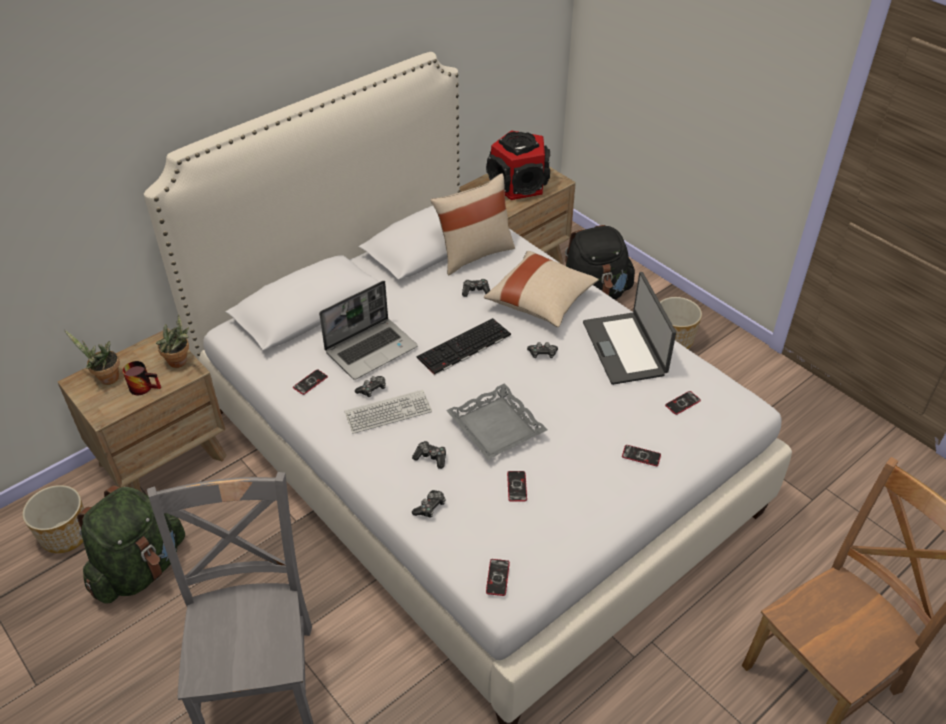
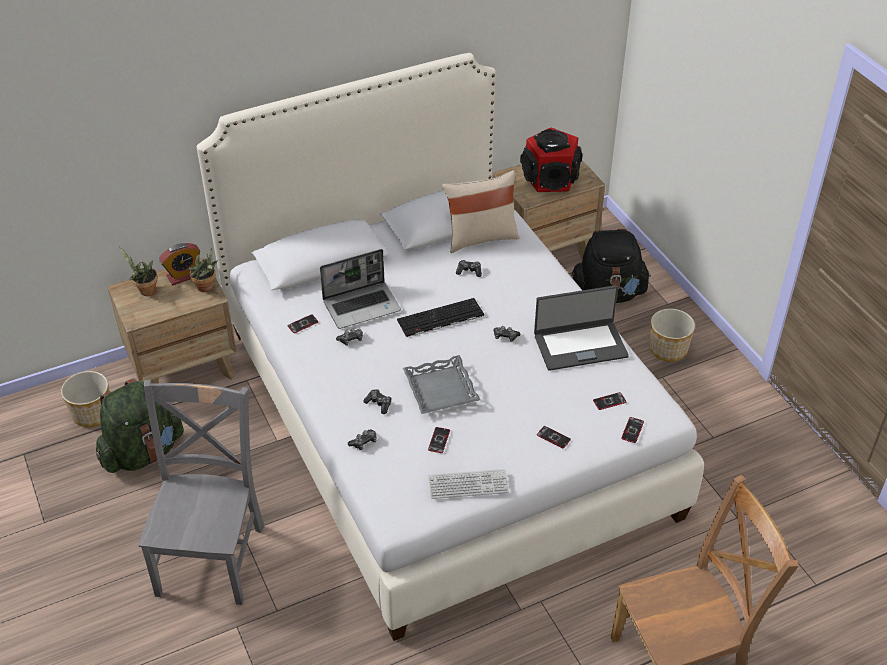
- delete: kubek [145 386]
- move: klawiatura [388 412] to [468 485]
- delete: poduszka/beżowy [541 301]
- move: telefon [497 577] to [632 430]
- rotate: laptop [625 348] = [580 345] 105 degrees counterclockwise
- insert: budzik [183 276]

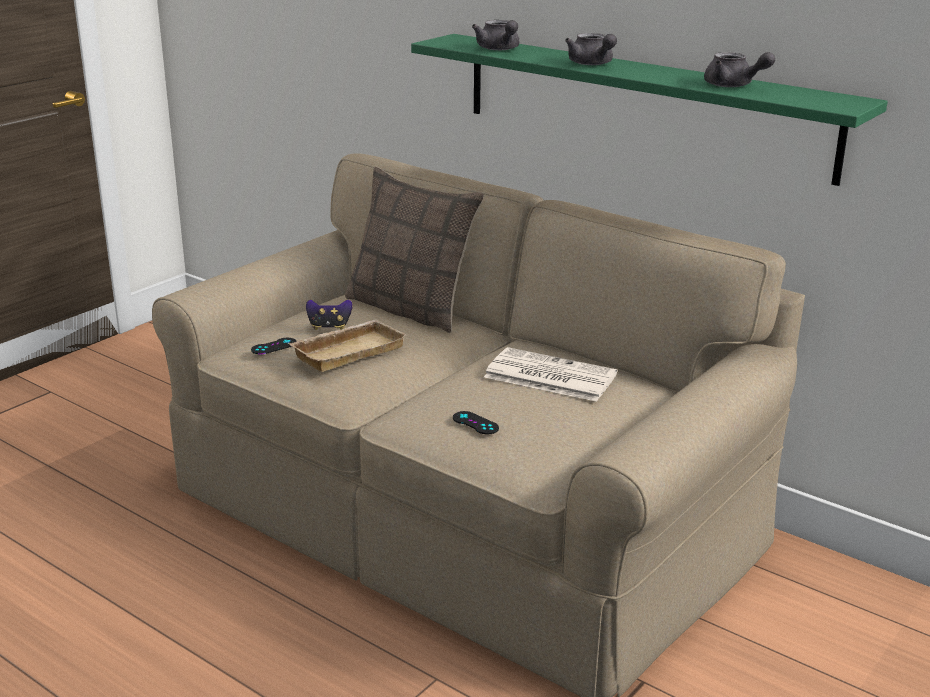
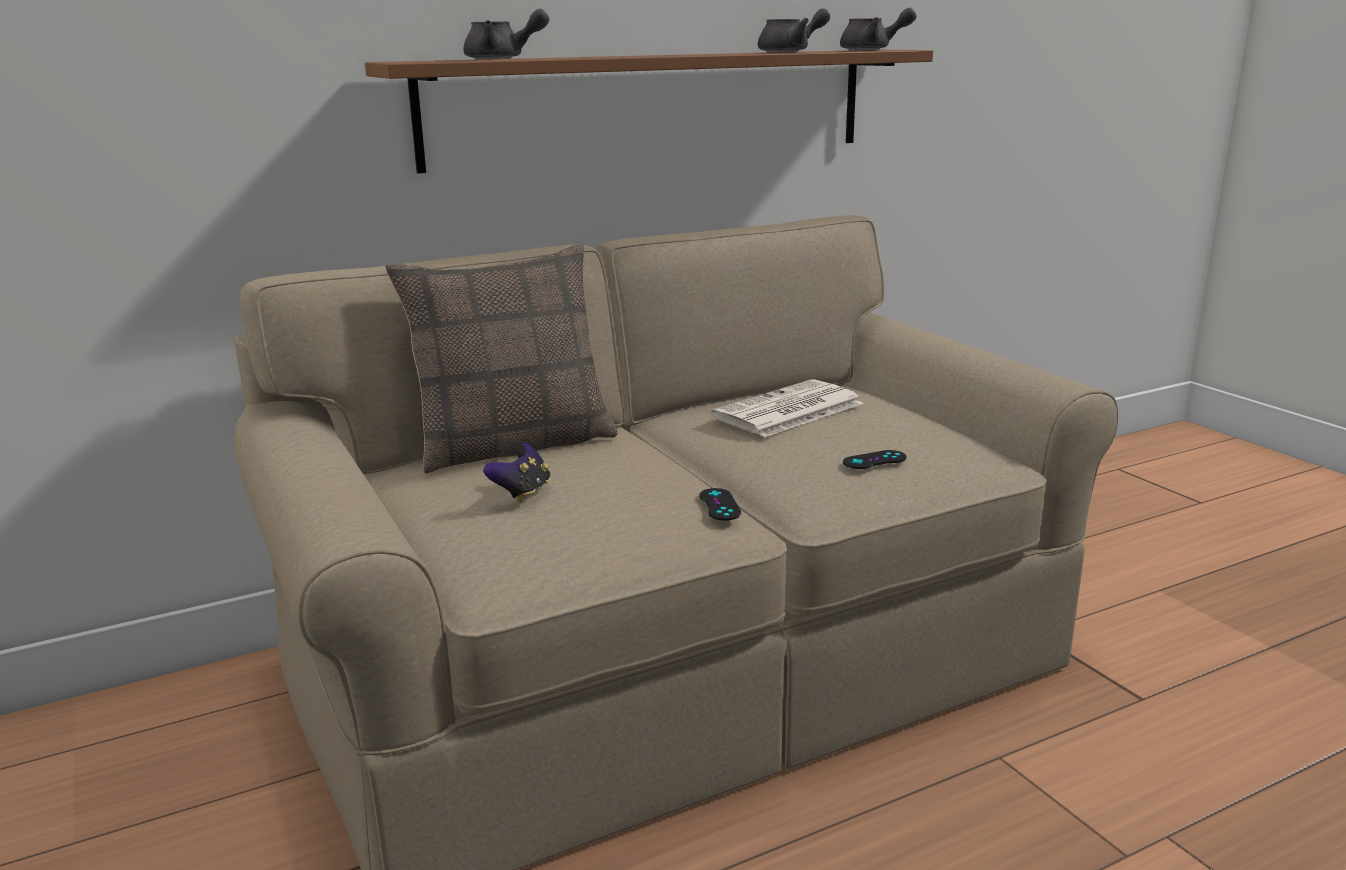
- move: pad do gier/czarny [274 346] to [719 505]
- delete: taca/beżowy [348 351]
- recolor: półka/zielony [642 104] to półka/brązowy [654 106]
- move: imbryk/szary [592 64] to [872 49]

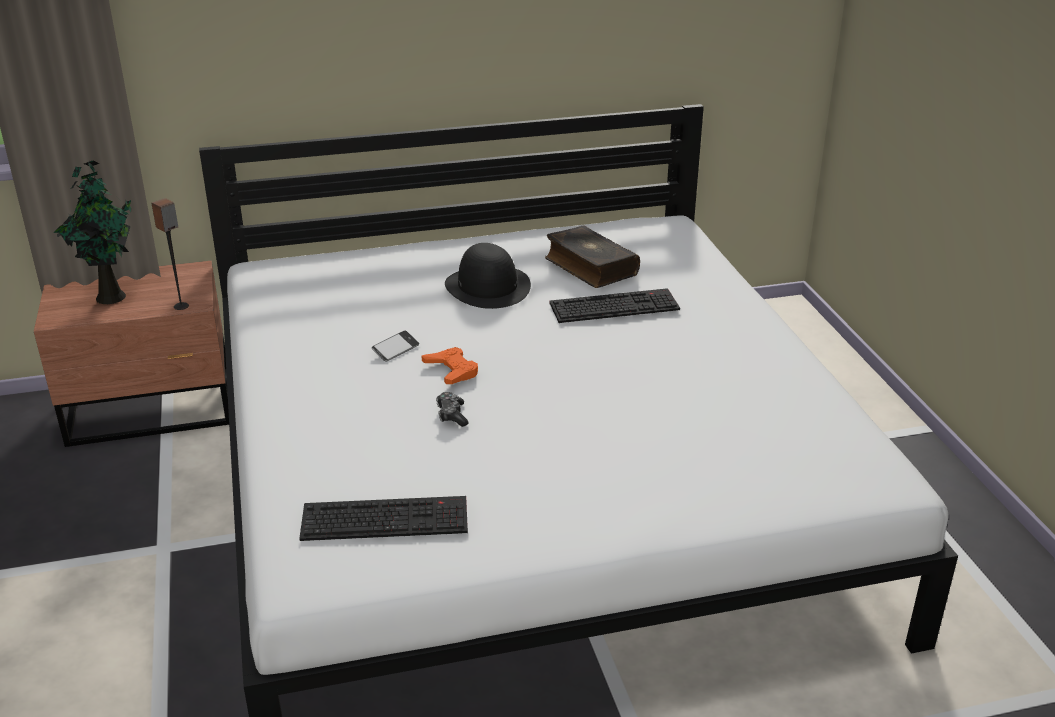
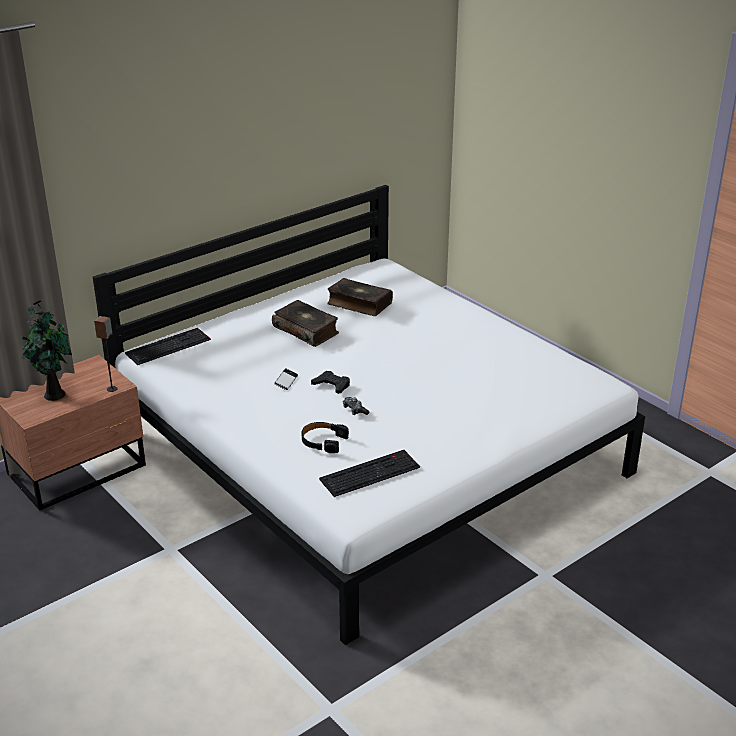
- recolor: pad do gier/pomarańczowy [451 370] to pad do gier/czarny [332 385]
- replace: kapelusz/czarny [488 287] to książka [306 330]
- move: klawiatura [615 306] to [168 346]
- insert: słuchawki/czarny [323 441]

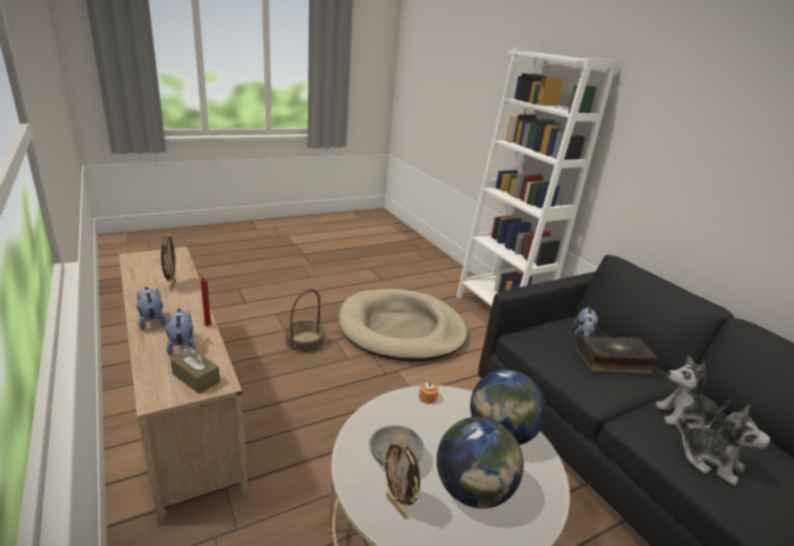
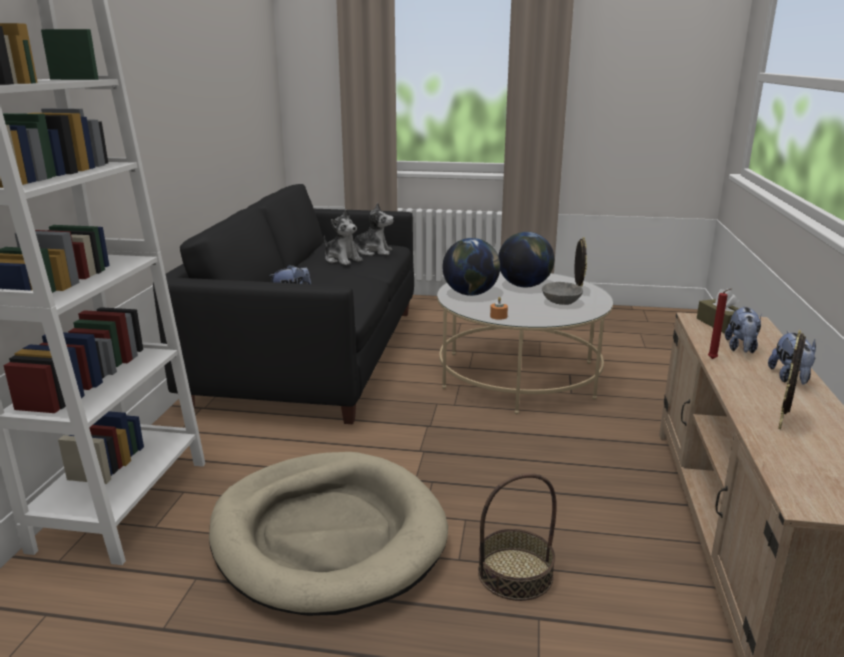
- delete: książka [613 361]
- rotate: pluszak [709 460] = [373 252] 105 degrees clockwise

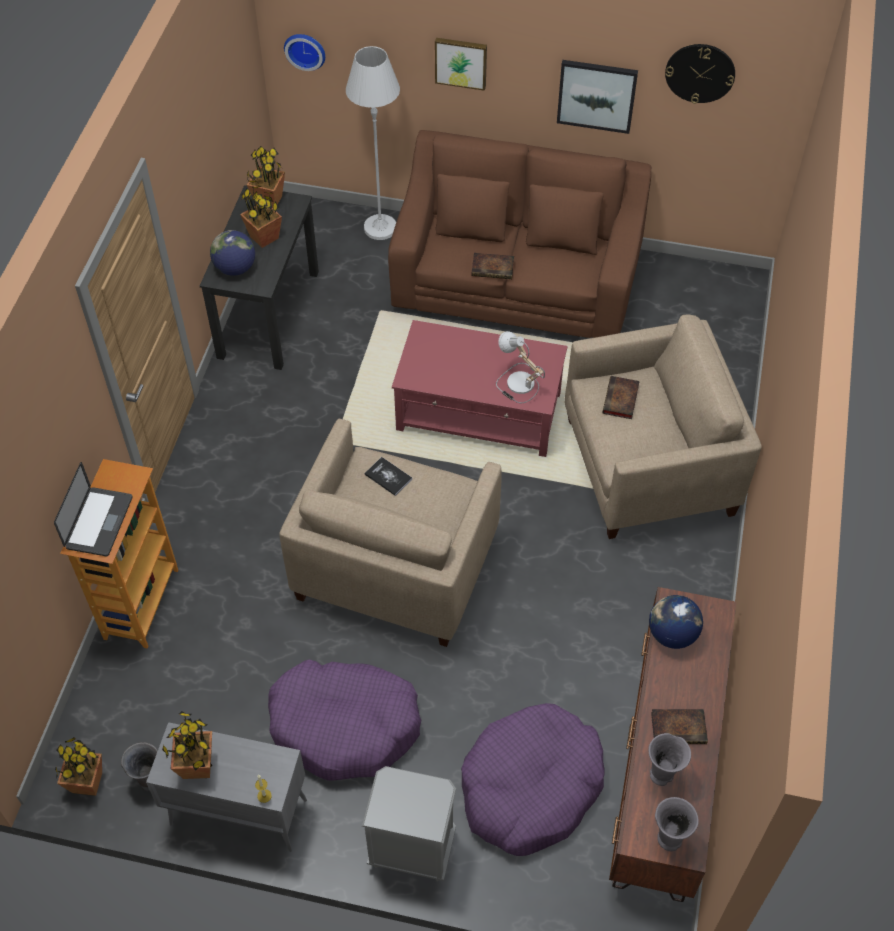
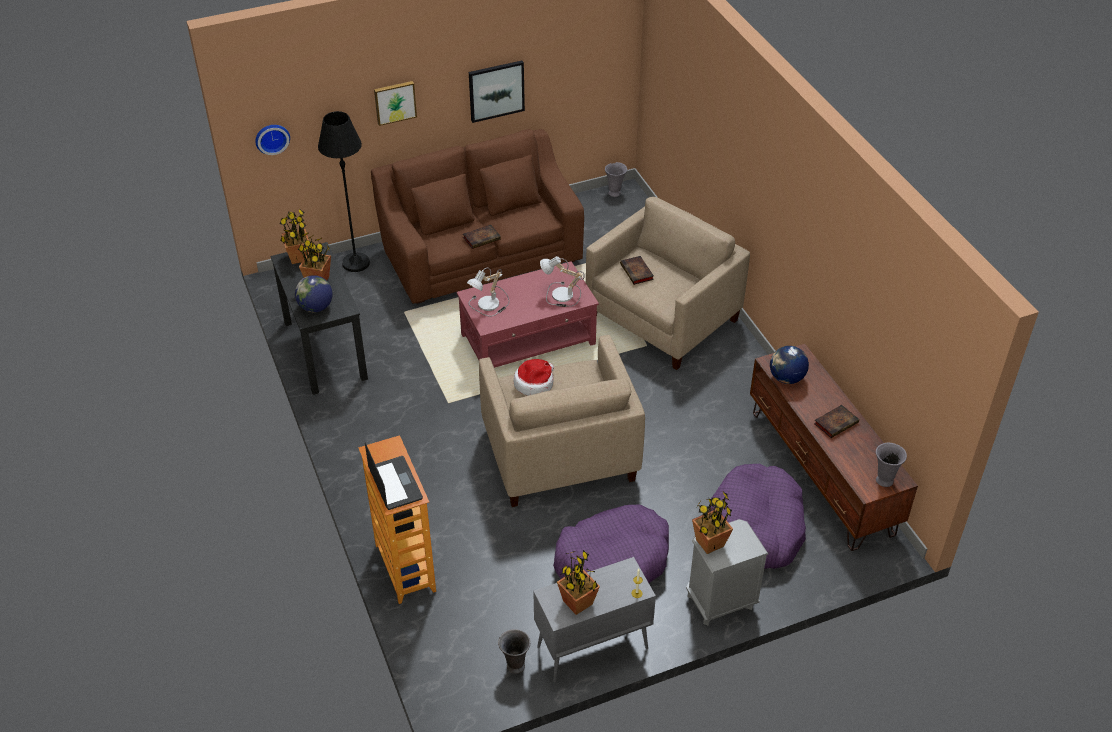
- move: roślina doniczkowa [86 783] to [709 543]
- recolor: lampa stojąca/biały [380 228] to lampa stojąca/czarny [356 263]
- replace: książka [388 477] to kapelusz [534 383]
- move: wazon/szary [662 775] to [615 193]
- delete: zegar ścienny [700 73]
- insert: lampa stołowa [489 305]

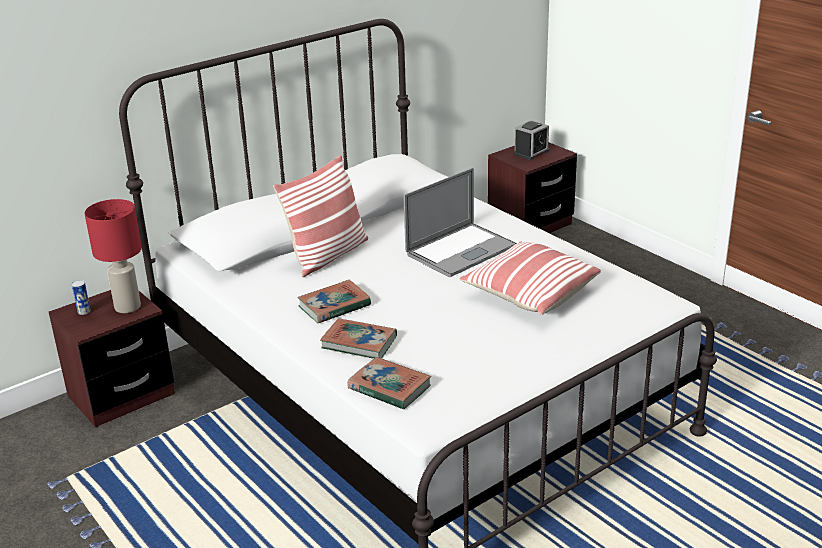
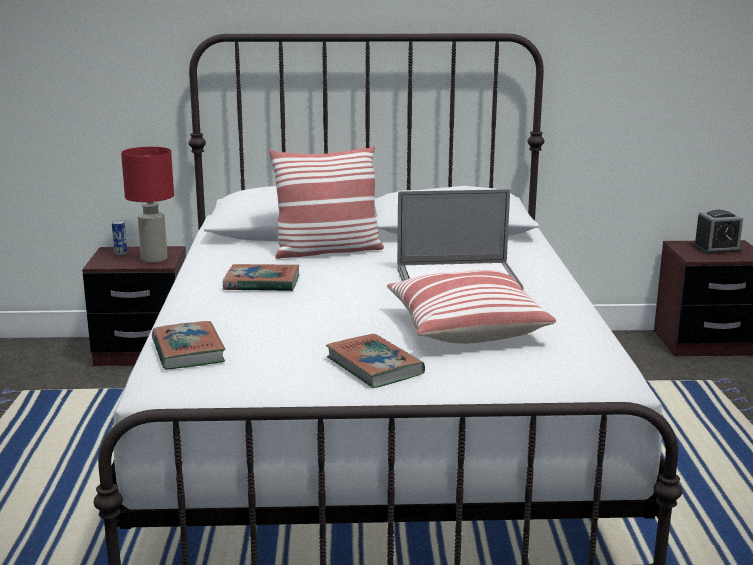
- move: książka [359 343] to [374 366]

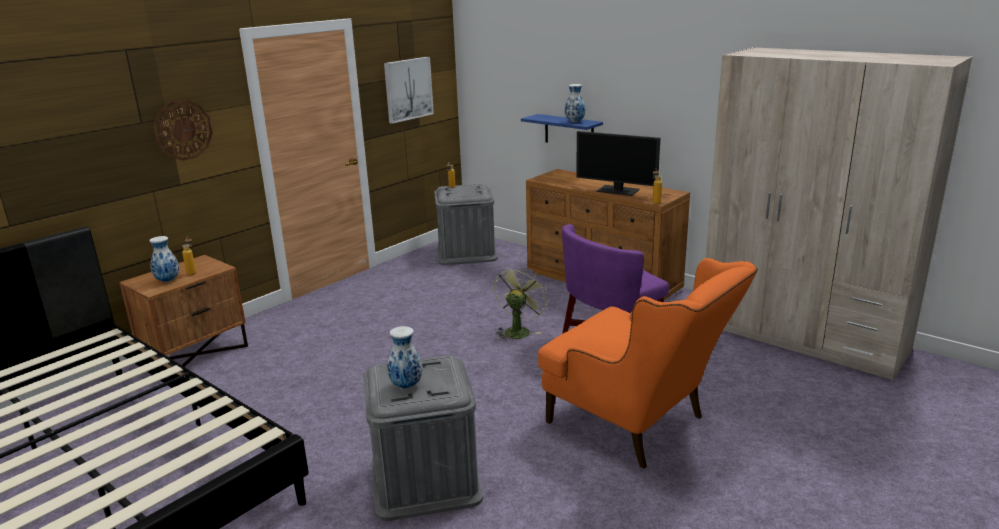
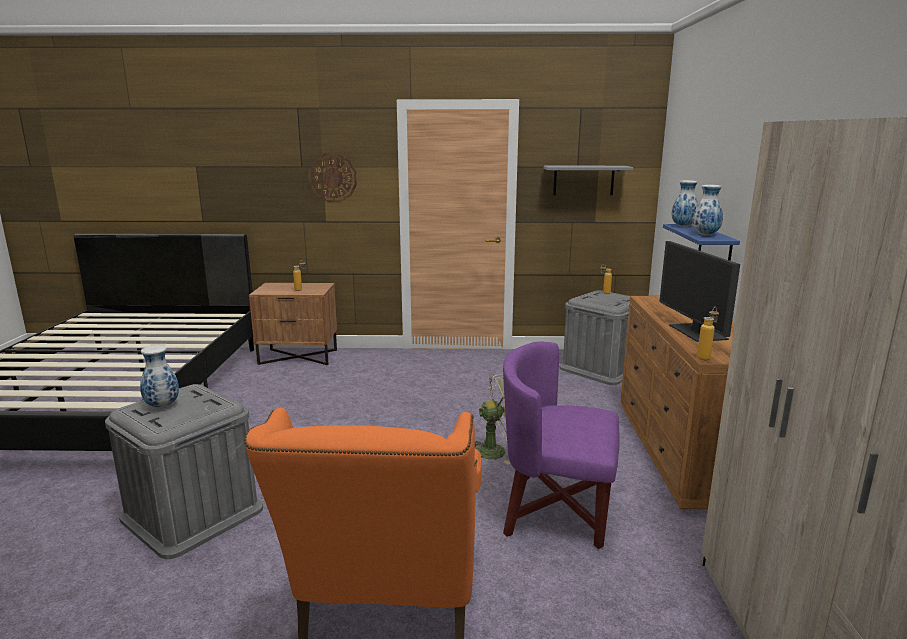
- move: wazon [168 280] to [683 226]
- replace: obraz [408 89] to półka/szary [583 180]

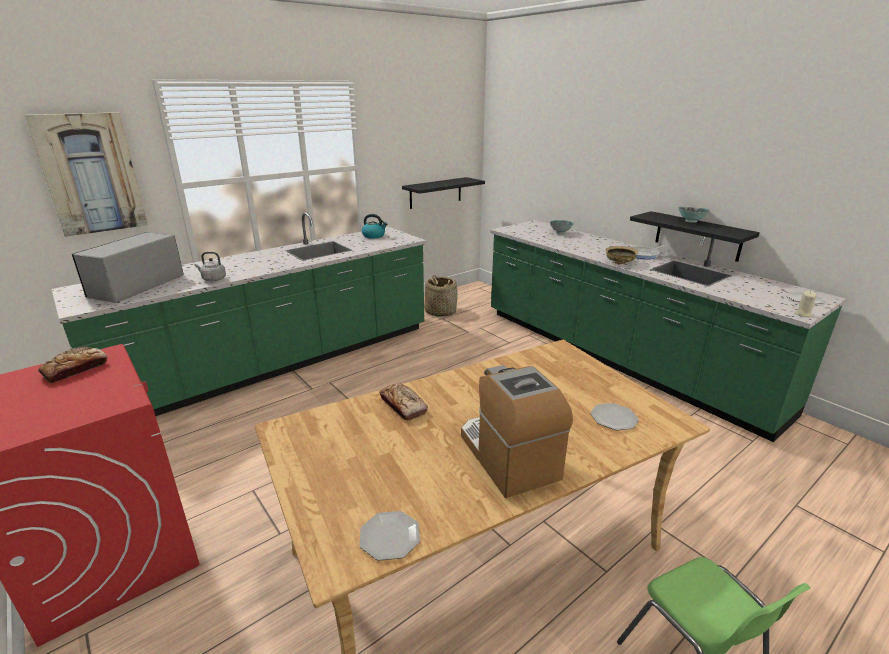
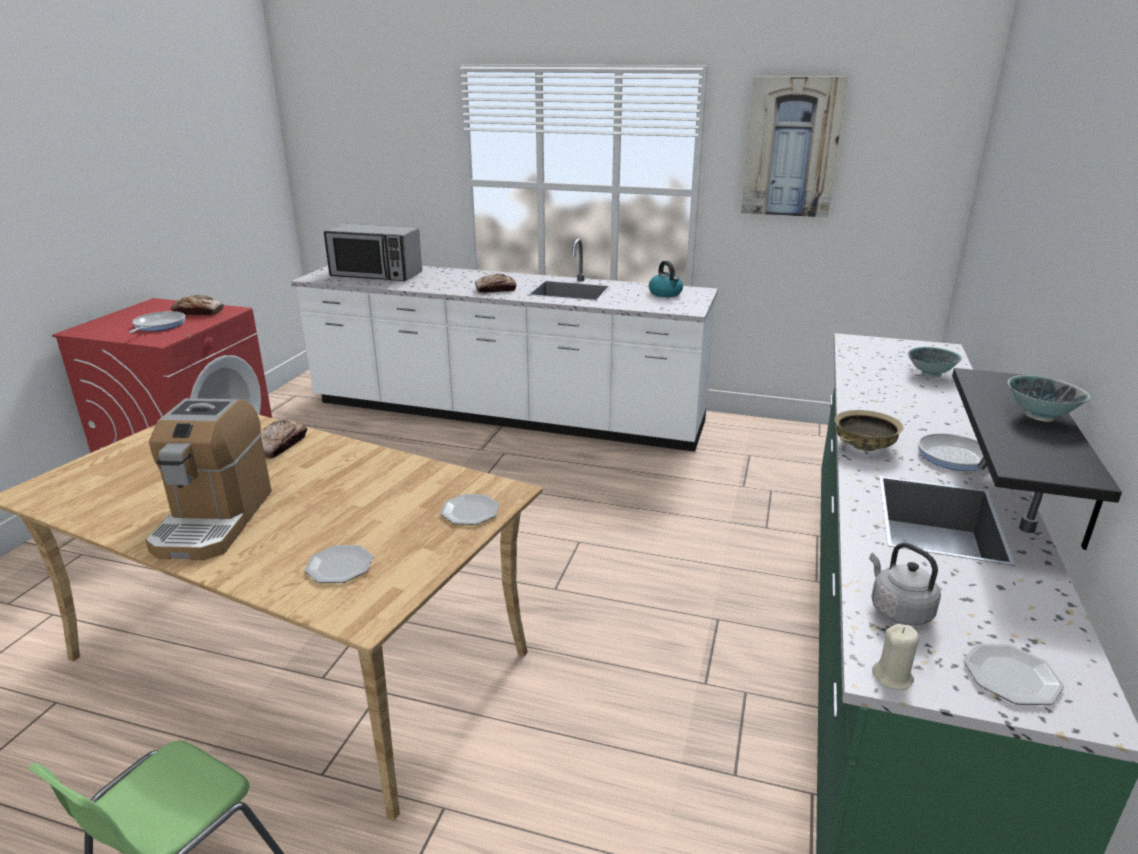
- move: obraz [91 174] to [791 147]
- recolor: zabudowa kuchenna/zielony [280 363] to zabudowa kuchenna/biały [506 414]
- rotate: mikrofalówka [137 286] = [376 275] 150 degrees counterclockwise
- move: czajnik/szary [213 279] to [898 610]
- move: talerz [390 536] to [471 511]
- delete: półka/czarny [435 193]
- delete: koszyk [440 311]
- rotate: ekspres do kawy [508 456] = [214 520] 150 degrees clockwise
- insert: patelnia [158 326]
- insert: chleb [495 289]

